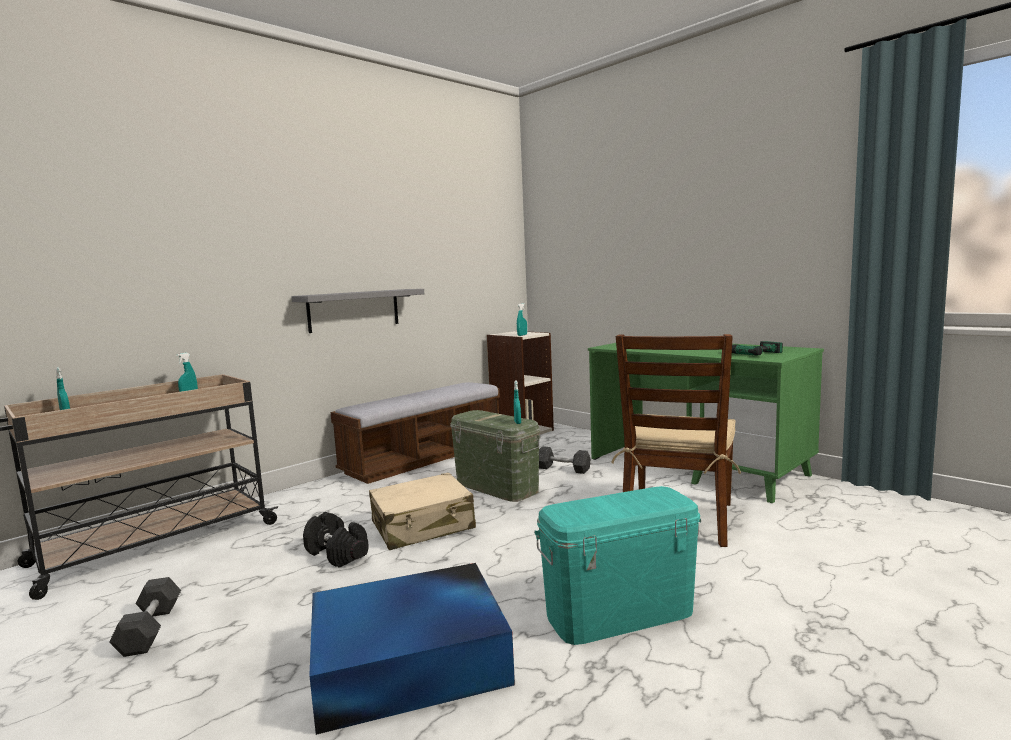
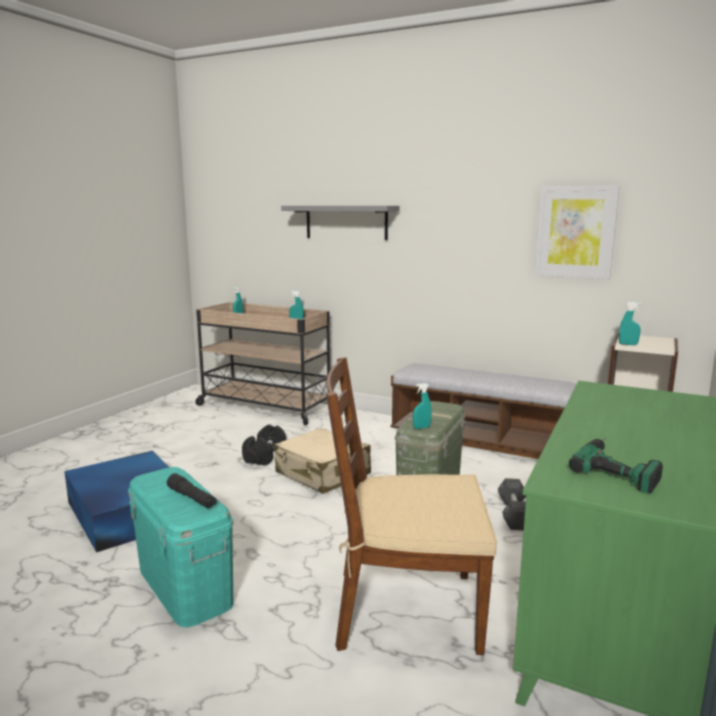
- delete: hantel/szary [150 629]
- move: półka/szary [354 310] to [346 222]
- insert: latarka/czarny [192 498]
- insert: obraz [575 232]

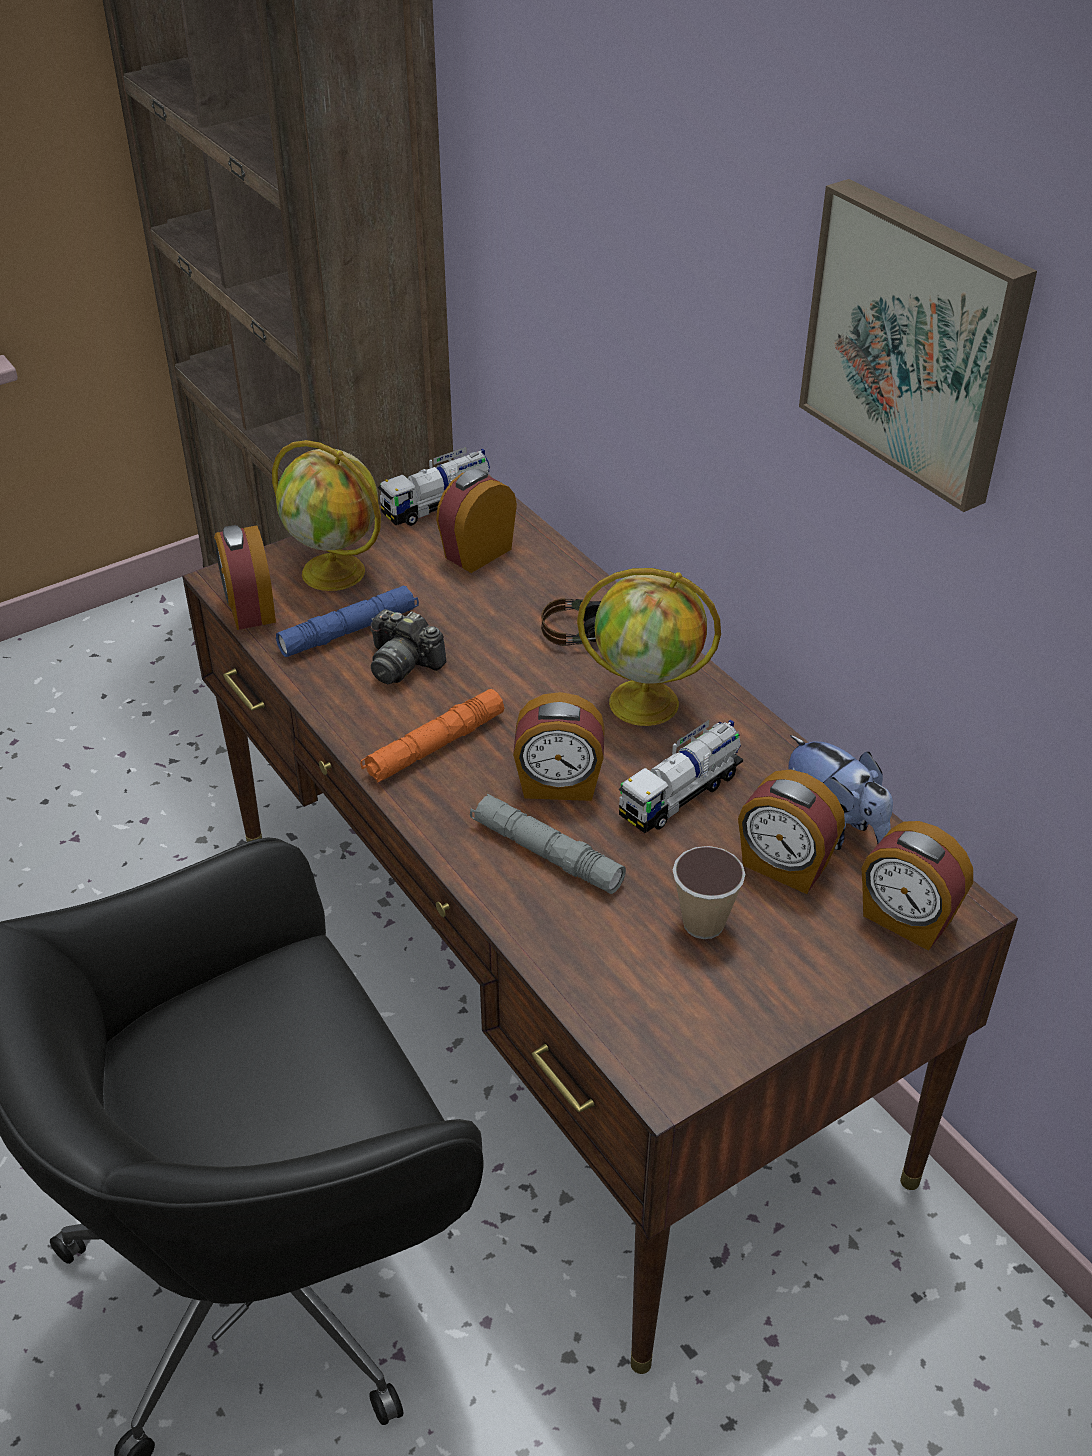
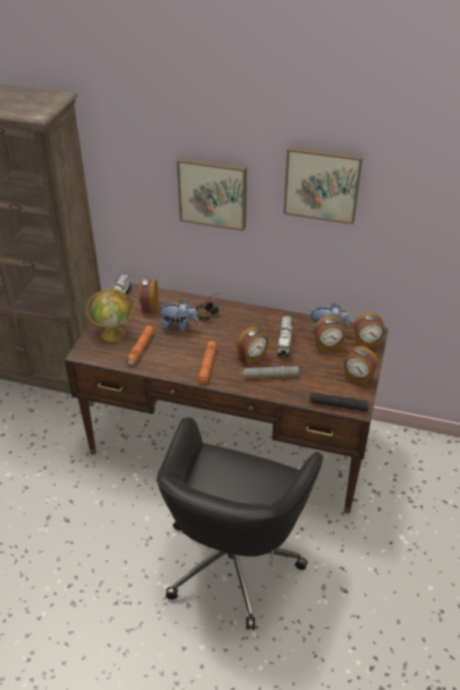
- move: budzik [249 609] to [358 377]
- recolor: latarka/niebieski [349 631] to latarka/pomarańczowy [141 348]
- delete: aparat fotograficzny [403 663]
- delete: globus [646 702]
- delete: filiżanka [703 923]
- insert: pluszak [179 327]
- insert: obraz [213 192]
- insert: latarka/czarny [338 405]

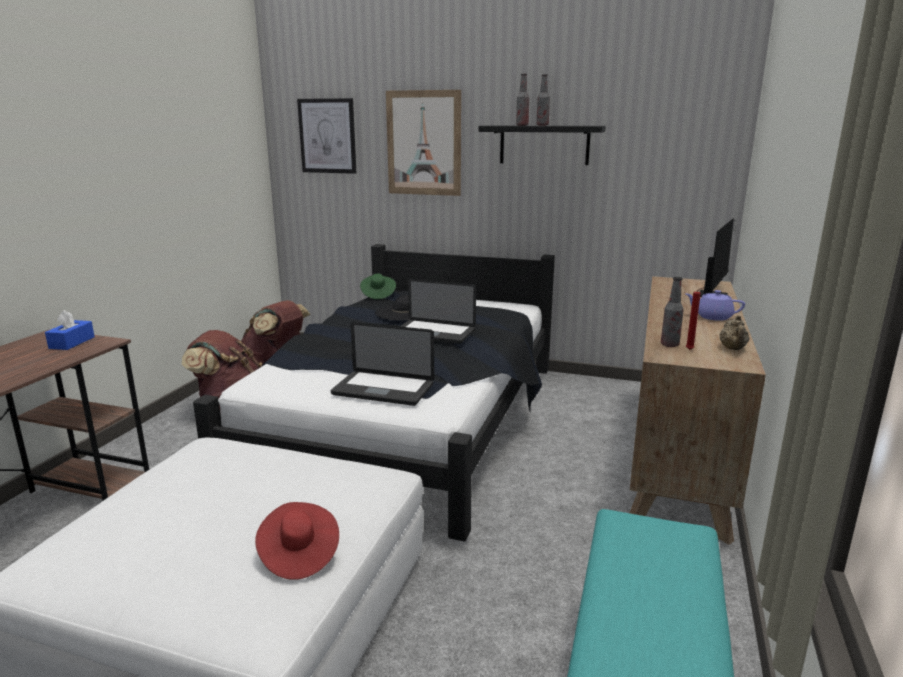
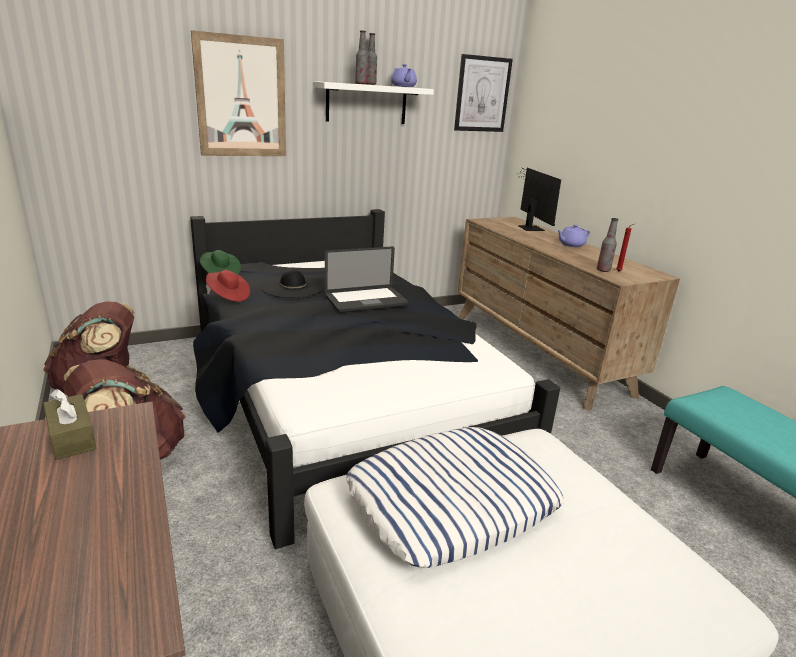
- recolor: pudełko chusteczek/niebieski [72 342] to pudełko chusteczek/brązowy [72 437]
- move: kapelusz/czerwony [298 555] to [228 296]
- move: obraz [327 136] to [482 94]
- delete: laptop [383 390]
- recolor: półka/czarny [544 145] to półka/biały [366 103]
- delete: imbryk/beżowy [732 349]
- insert: poduszka [452 501]
- insert: imbryk/fioletowy [403 86]

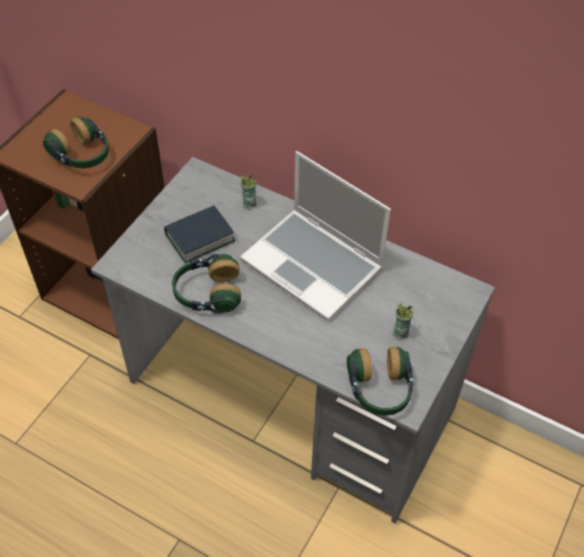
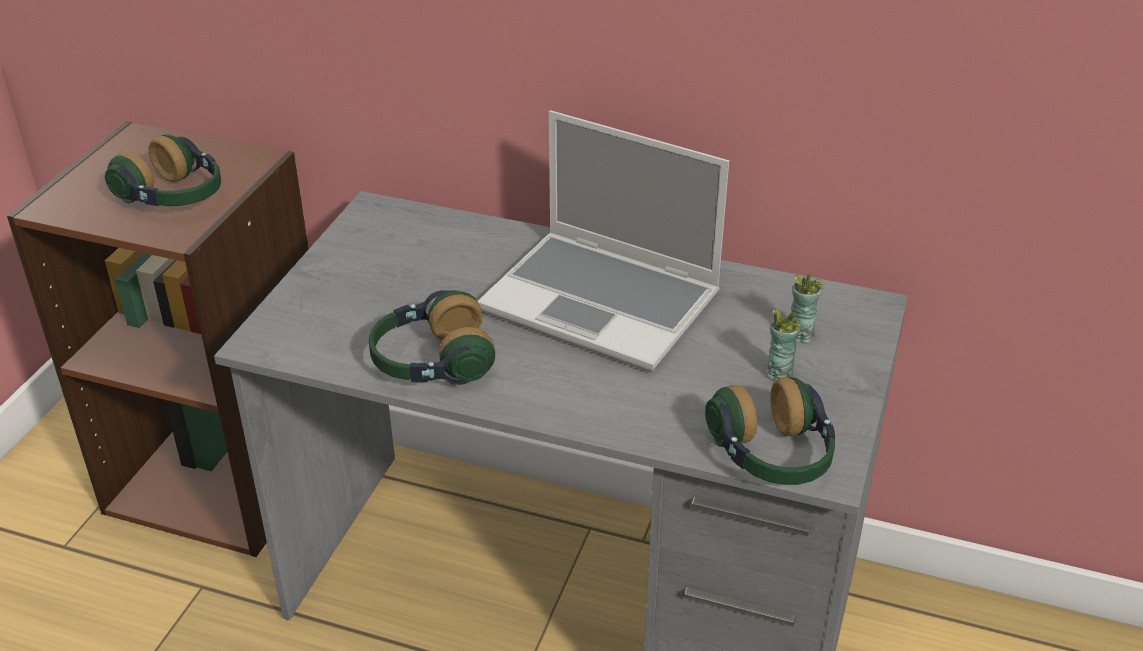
- delete: książka [199 238]
- move: filiżanka [249 204] to [800 335]

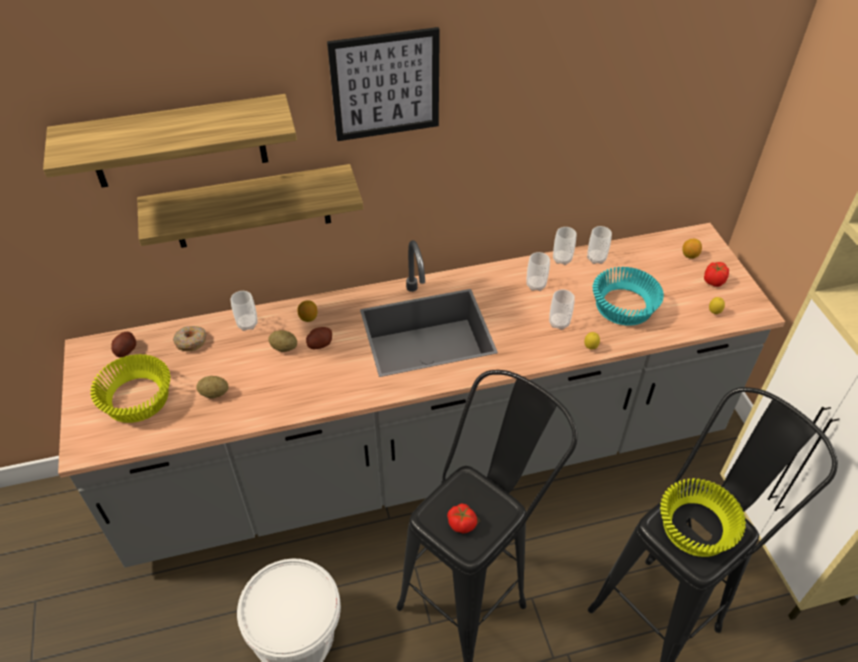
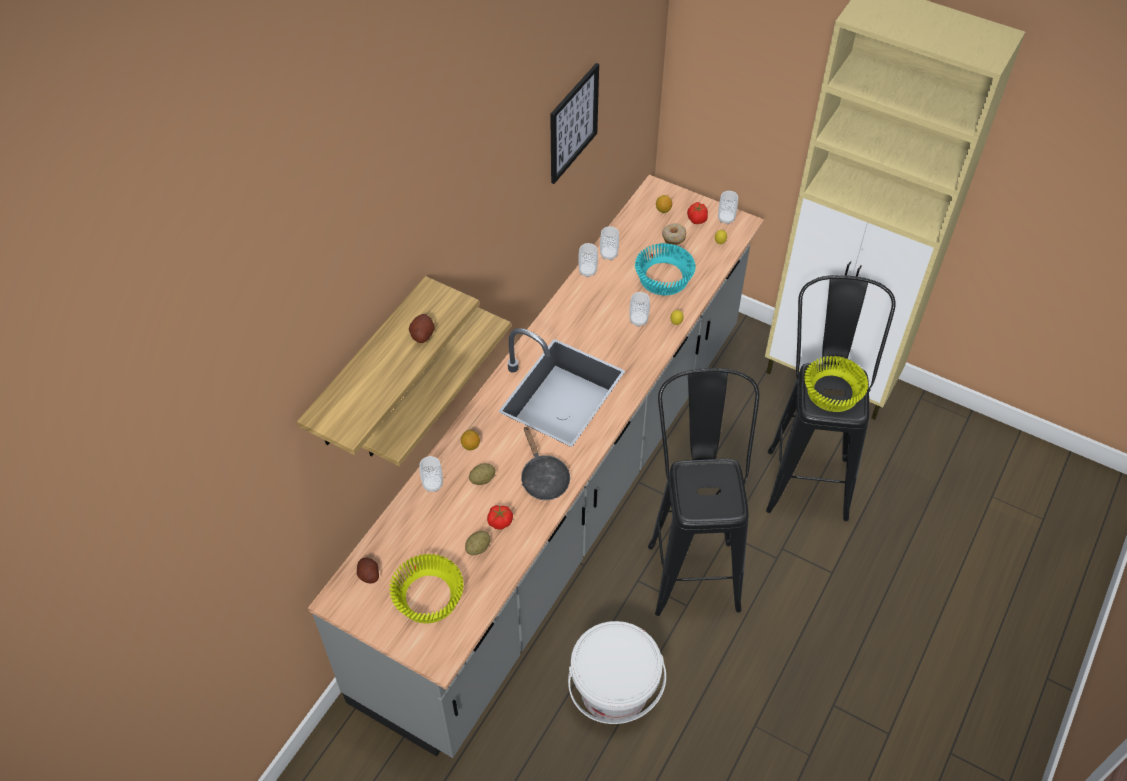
- move: donut [191 341] to [673 237]
- move: ziemniak [320 344] to [422 335]
- move: obraz [385 85] to [573 123]
- move: pomidor [461 524] to [500 522]
- move: filiżanka [536 285] to [726 219]
- insert: patelnia/czarny [543 478]

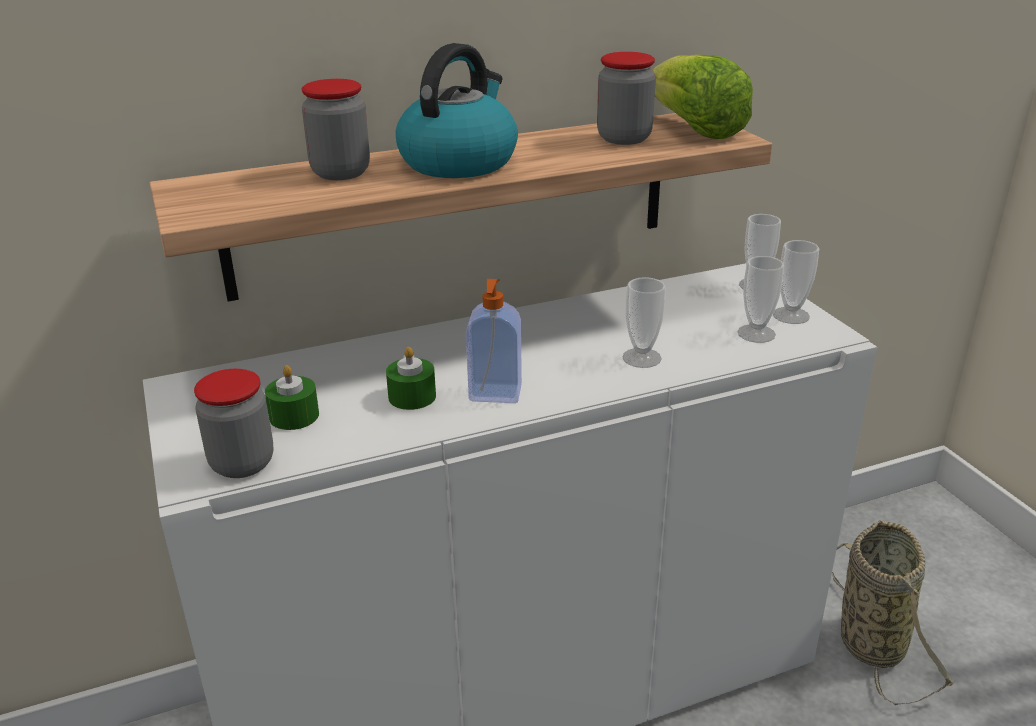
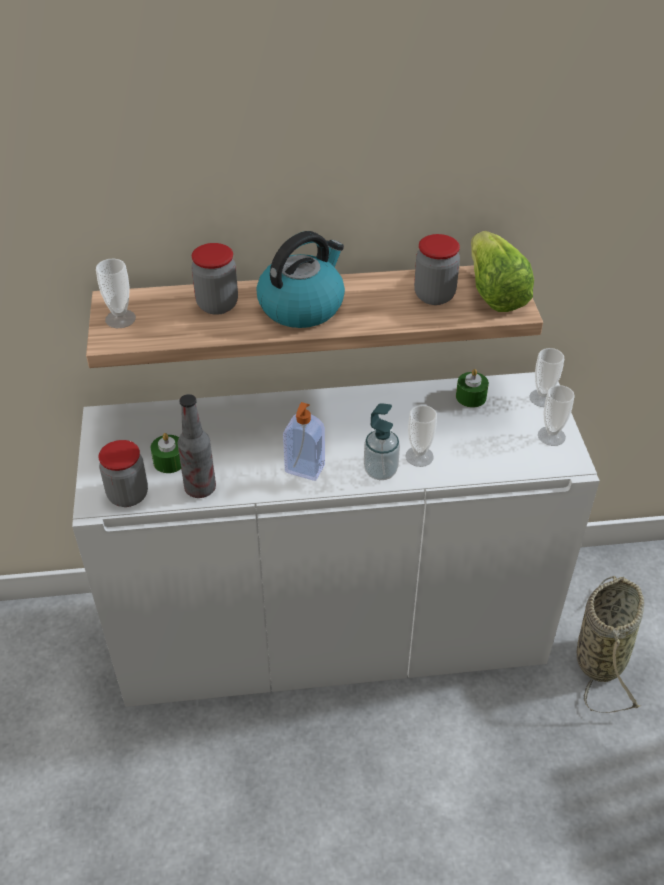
- move: świeca/zielony [412 396] to [471 397]
- move: filiżanka [756 333] to [120 319]
- insert: butelka [200 488]
- insert: dozownik mydła [380 471]

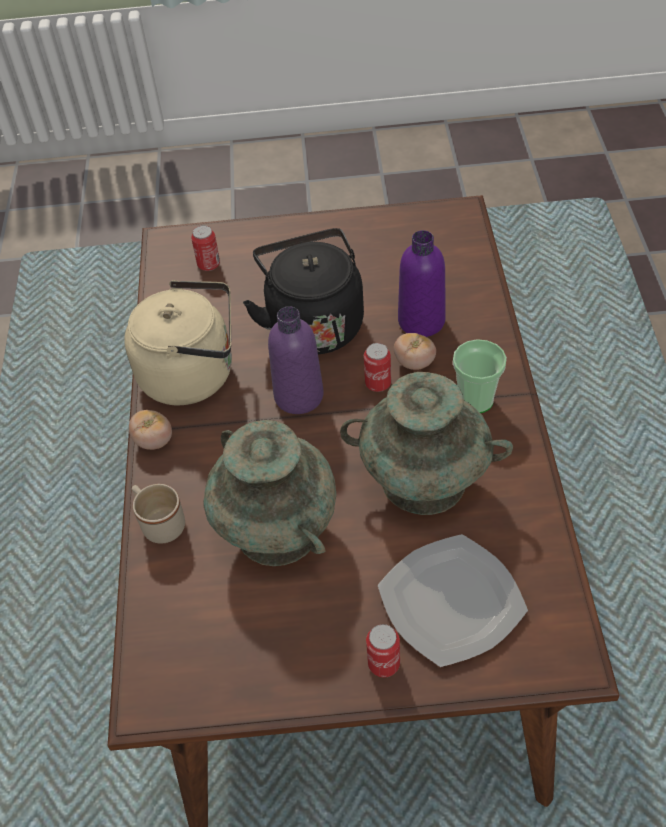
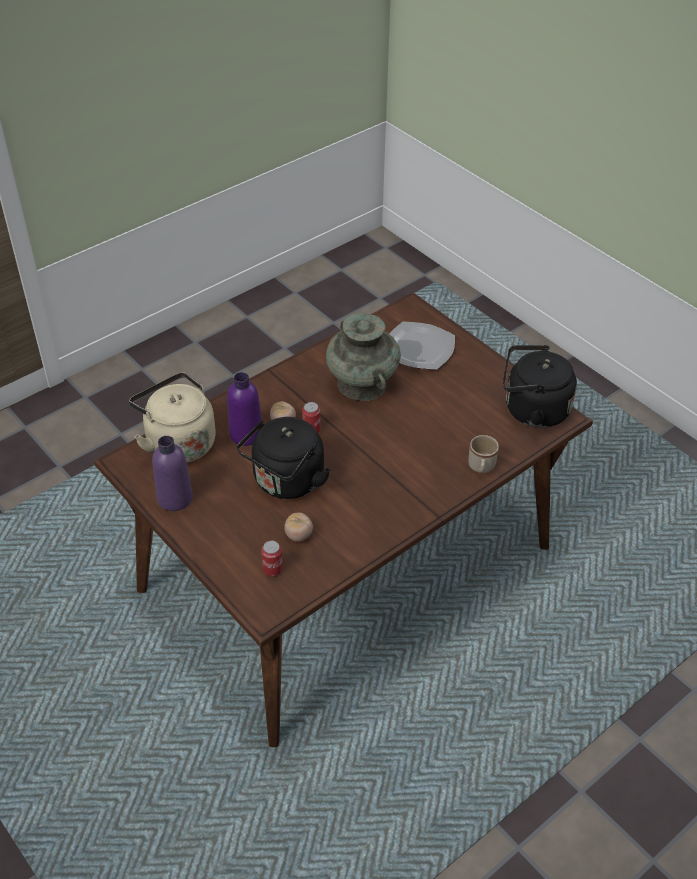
- move: czajnik/beżowy [194 374] to [178 442]
- move: pomidor [154 441] to [298 535]
- delete: wazon/turkusowy [277 529]
- move: butelka/fioletowy [299 396] to [175 498]
- delete: puszka [384 663]
- delete: filiżanka [476 400]
- insert: czajnik/czarny [532 410]

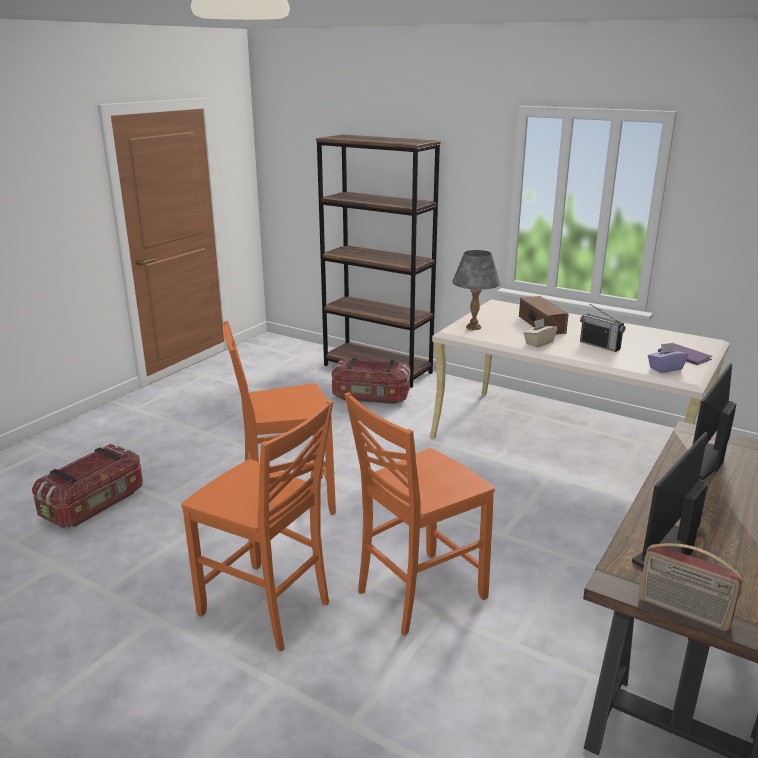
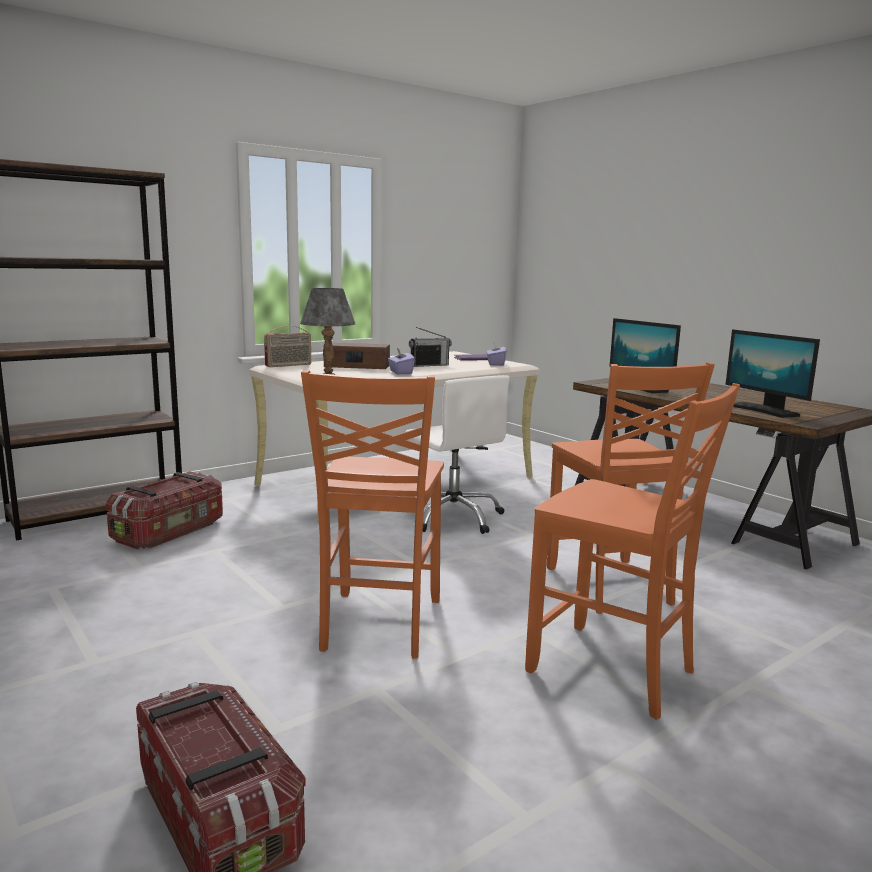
- rotate: krzesło/pomarańczowy [267 608] = [614 671] 75 degrees clockwise
- recolor: pudełko chusteczek/beżowy [539 343] to pudełko chusteczek/fioletowy [400 372]
- move: radio [683 611] to [288 365]
- insert: krzesło biurowe/biały [453 517]

